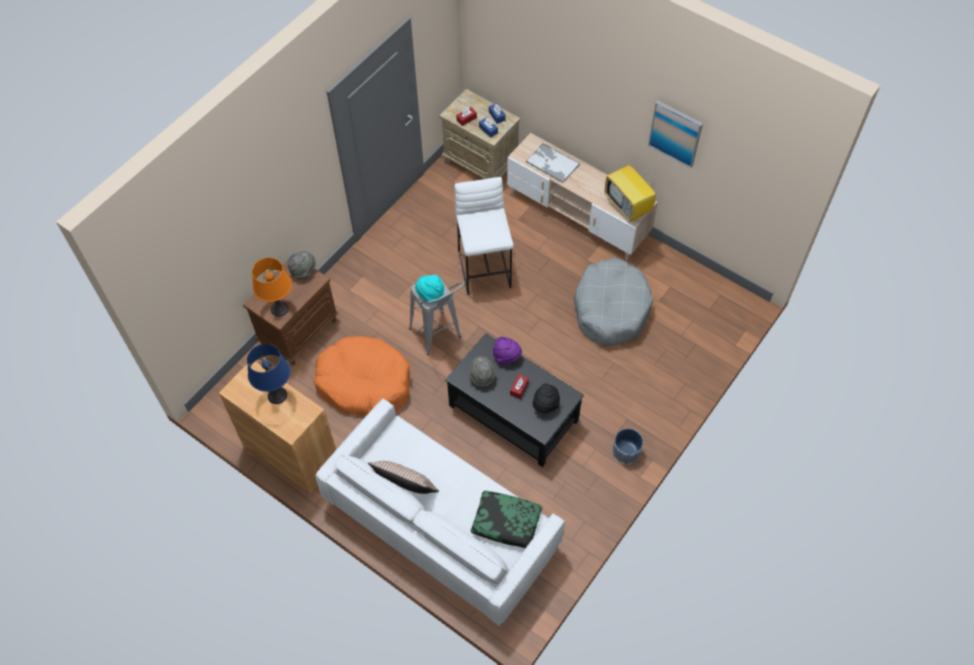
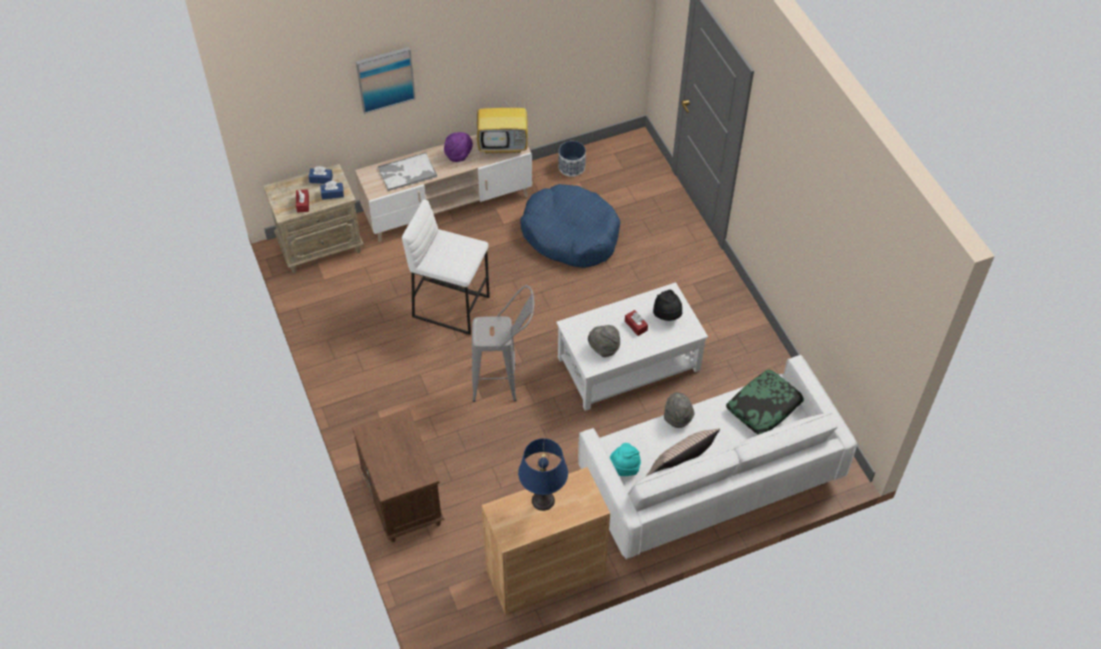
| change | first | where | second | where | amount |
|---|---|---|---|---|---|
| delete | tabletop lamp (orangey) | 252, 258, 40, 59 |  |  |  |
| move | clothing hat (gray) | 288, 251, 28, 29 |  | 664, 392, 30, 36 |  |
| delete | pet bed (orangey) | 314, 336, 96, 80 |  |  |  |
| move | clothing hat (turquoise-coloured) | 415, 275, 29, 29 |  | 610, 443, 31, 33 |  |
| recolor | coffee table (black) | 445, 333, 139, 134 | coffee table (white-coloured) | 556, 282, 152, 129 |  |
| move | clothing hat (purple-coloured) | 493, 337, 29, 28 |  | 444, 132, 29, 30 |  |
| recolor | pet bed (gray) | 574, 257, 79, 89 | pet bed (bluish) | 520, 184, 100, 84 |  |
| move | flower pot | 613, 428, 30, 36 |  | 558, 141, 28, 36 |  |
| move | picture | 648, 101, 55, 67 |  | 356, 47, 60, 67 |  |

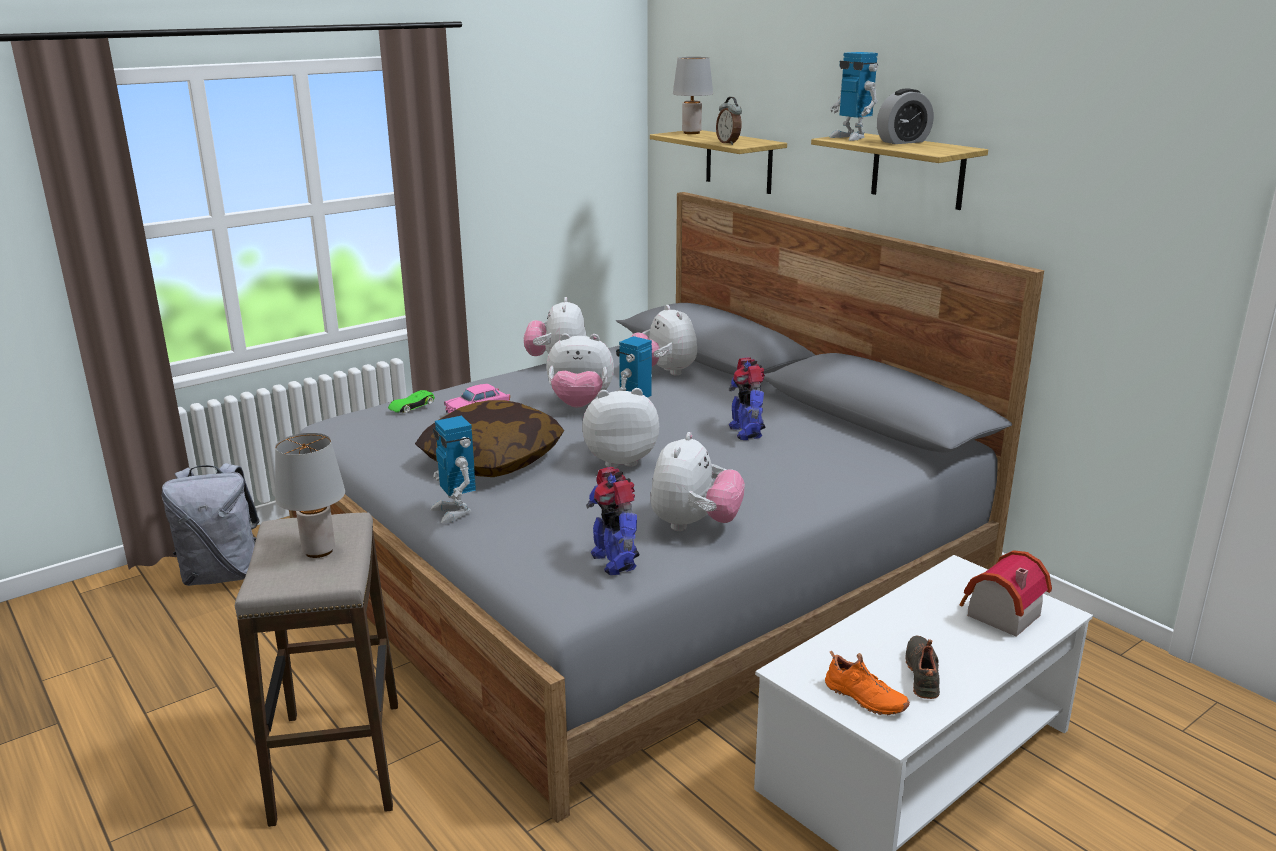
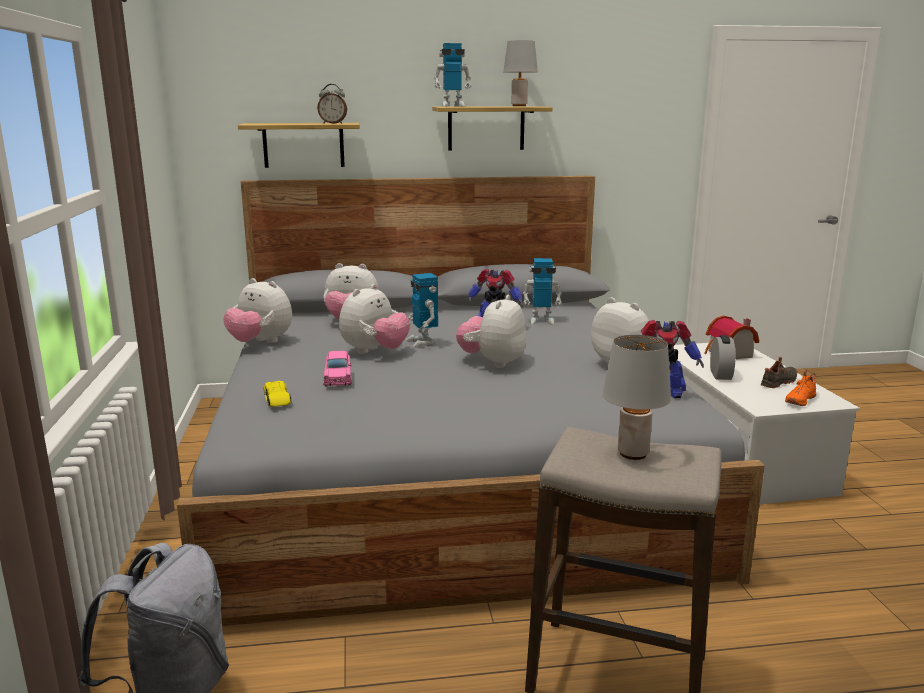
| change | first | where | second | where | amount |
|---|---|---|---|---|---|
| recolor | toy car (green) | 388, 390, 47, 23 | toy car (yellow-coloured) | 263, 381, 28, 26 |  |
| delete | pillow | 415, 400, 149, 77 |  |  |  |
| move | model robot | 430, 416, 46, 108 |  | 523, 258, 39, 67 |  |
| move | tabletop lamp (gray) | 673, 57, 40, 77 |  | 503, 40, 35, 66 |  |
| rotate | item of footwear (orangey) | 825, 651, 85, 64 |  | 785, 370, 31, 36 | 150 degrees clockwise |
| move | bedside clock | 877, 88, 57, 56 |  | 710, 335, 26, 45 |  |
| rotate | item of footwear (black) | 905, 636, 35, 63 |  | 761, 357, 36, 31 | 105 degrees clockwise |

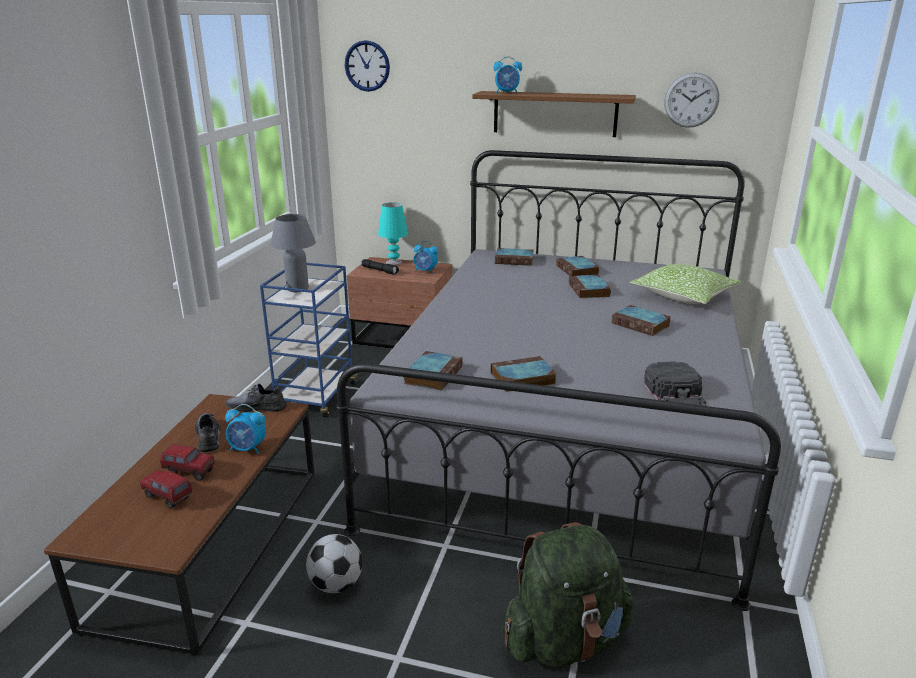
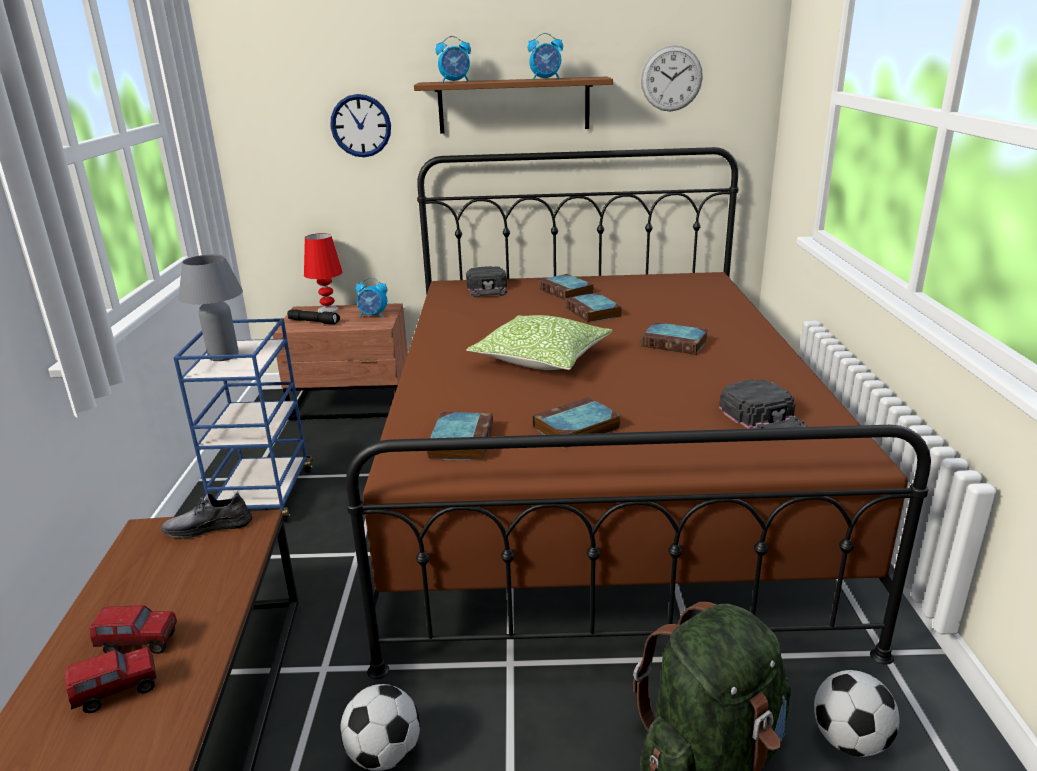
| change | first | where | second | where | amount |
|---|---|---|---|---|---|
| rotate | toy lorry | 140, 470, 52, 39 |  | 65, 647, 91, 66 | 135 degrees clockwise |
| delete | item of footwear (gray) | 195, 413, 26, 39 |  |  |  |
| move | bedside clock | 225, 404, 41, 50 |  | 528, 33, 35, 47 |  |
| recolor | sleeping bed (gray) | 336, 150, 445, 461 | sleeping bed (brownish) | 346, 147, 585, 532 |  |
| move | wall clock | 345, 40, 45, 52 |  | 331, 94, 60, 63 |  |
| recolor | tabletop lamp (turquoise-coloured) | 378, 202, 30, 63 | tabletop lamp (red) | 304, 233, 39, 80 |  |
| replace | volume | 495, 248, 39, 18 | baseball cap (black) | 466, 266, 41, 32 |  |
| move | pillow | 630, 264, 111, 40 |  | 466, 315, 146, 55 |  |
| insert |  |  | football ball | 814, 670, 85, 87 |  |

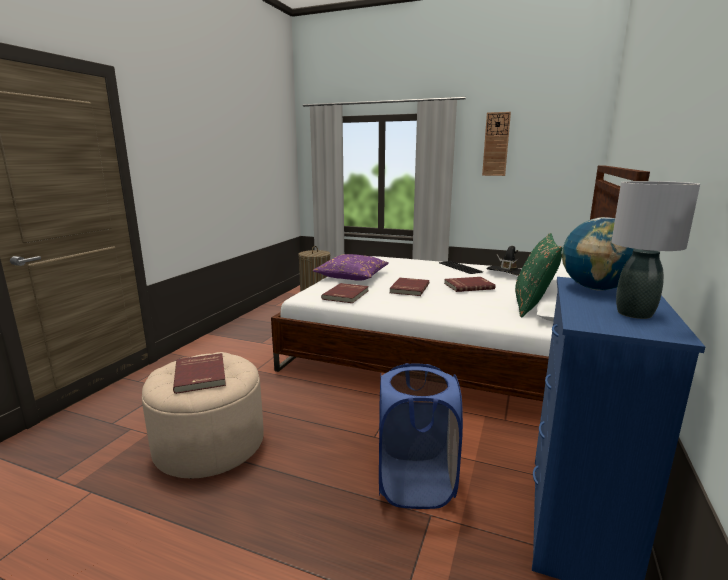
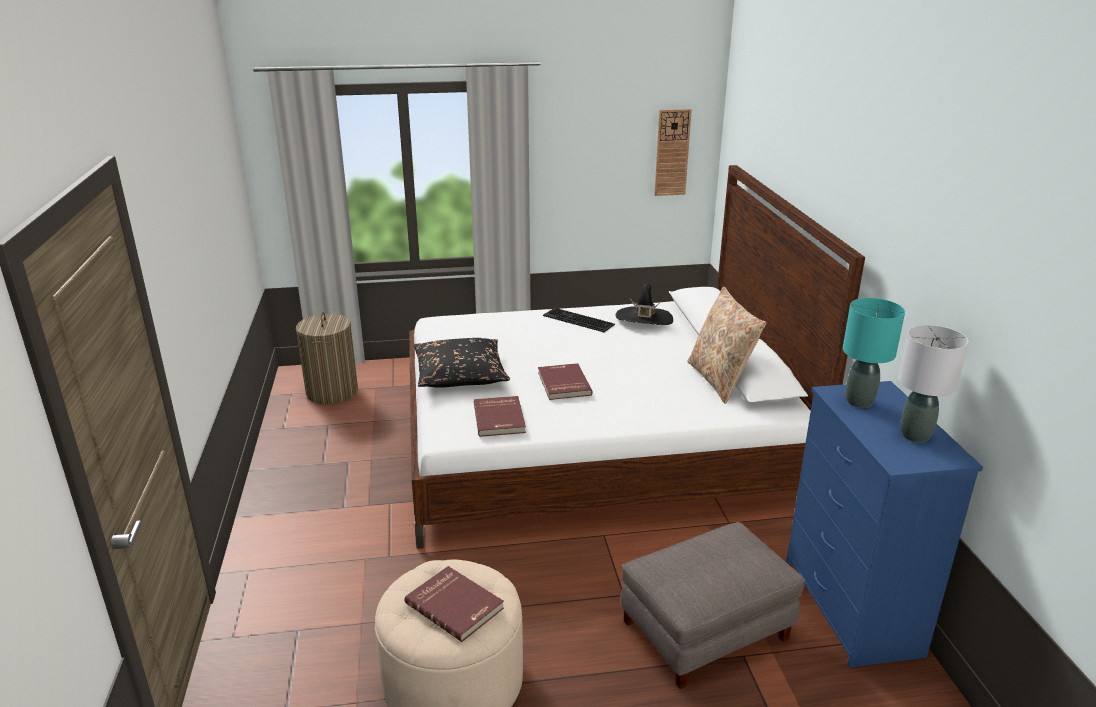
| change | first | where | second | where | amount |
|---|---|---|---|---|---|
| recolor | pillow (purple-coloured) | 313, 254, 76, 27 | pillow (black) | 414, 338, 96, 50 |  |
| replace | washing basket (bluish) | 379, 363, 84, 146 | pouffe (gray) | 621, 522, 184, 167 |  |
| delete | volume (red) | 444, 277, 51, 15 |  |  |  |
| move | wall clock | 482, 112, 29, 64 |  | 654, 109, 38, 87 |  |
| recolor | pillow (green) | 515, 233, 47, 84 | pillow (sand-coloured) | 687, 286, 79, 118 |  |
| replace | world globe | 562, 217, 72, 74 | tabletop lamp (turquoise-coloured) | 843, 298, 62, 110 |  |

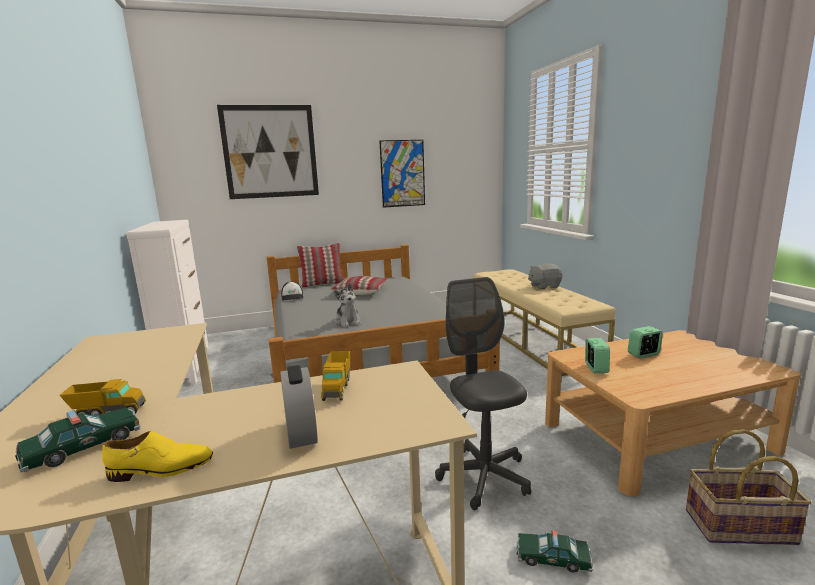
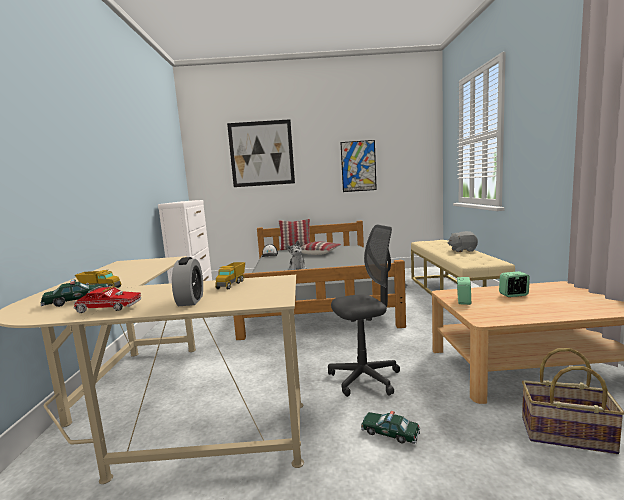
| change | first | where | second | where | amount |
|---|---|---|---|---|---|
| replace | item of footwear (yellow-coloured) | 102, 431, 111, 51 | toy lorry | 74, 286, 67, 27 |  |
| rotate | computer chair (gray) | 435, 277, 96, 233 |  | 328, 224, 72, 173 | 75 degrees clockwise |

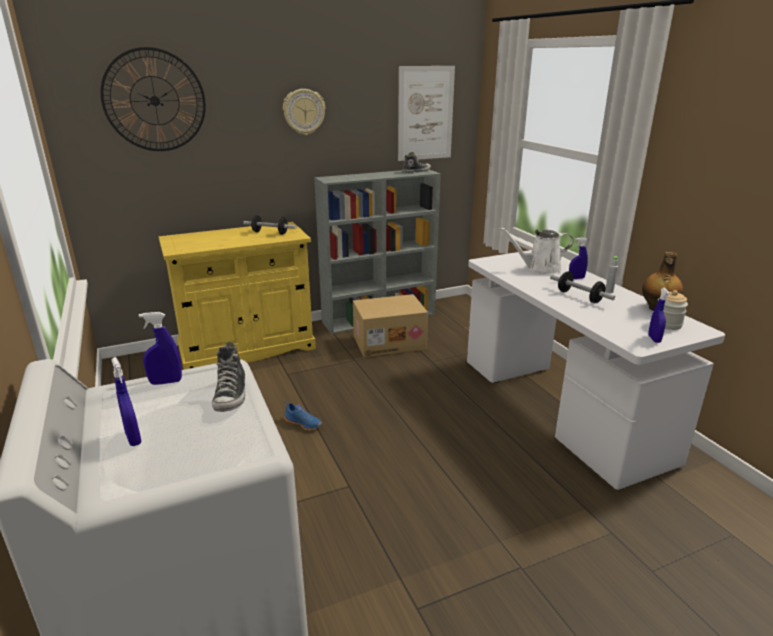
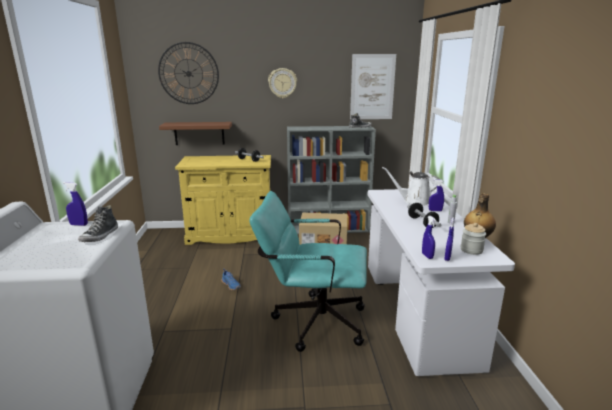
| change | first | where | second | where | amount |
|---|---|---|---|---|---|
| move | hand sprayer (bluish) | 112, 357, 30, 89 |  | 422, 216, 14, 43 |  |
| insert |  |  | shelf (brownish) | 159, 122, 73, 23 |  |
| insert |  |  | computer chair (turquoise-coloured) | 249, 191, 118, 161 |  |

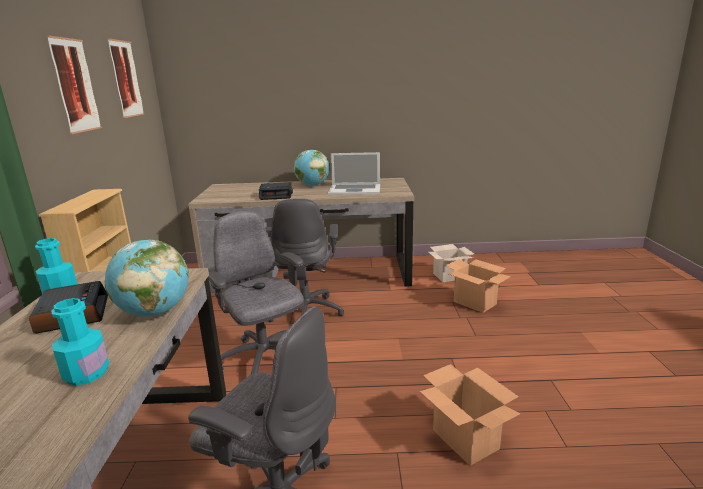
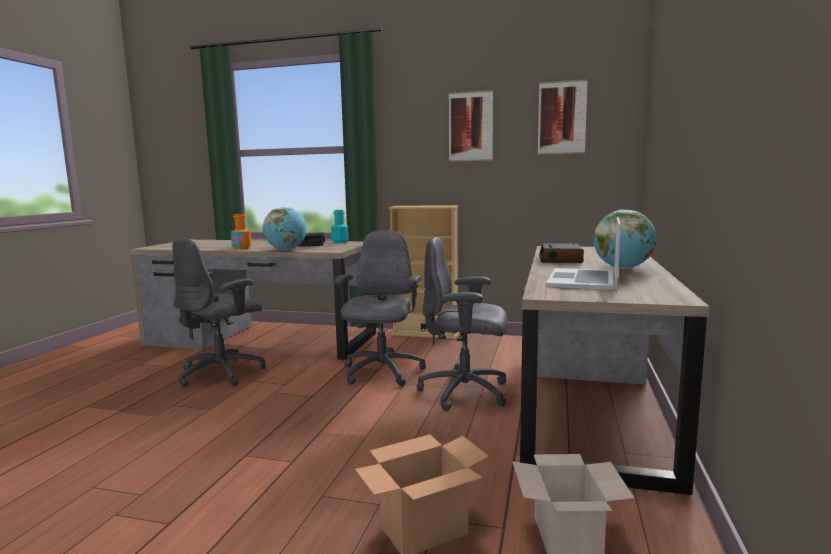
| change | first | where | second | where | amount |
|---|---|---|---|---|---|
| recolor | drink bottle (turquoise-coloured) | 51, 298, 58, 88 | drink bottle (orangey) | 231, 214, 21, 35 |  |
| rotate | computer chair (gray) | 208, 211, 96, 164 |  | 334, 230, 92, 156 | 60 degrees counterclockwise |
| delete | packing box | 420, 364, 100, 102 |  |  |  |

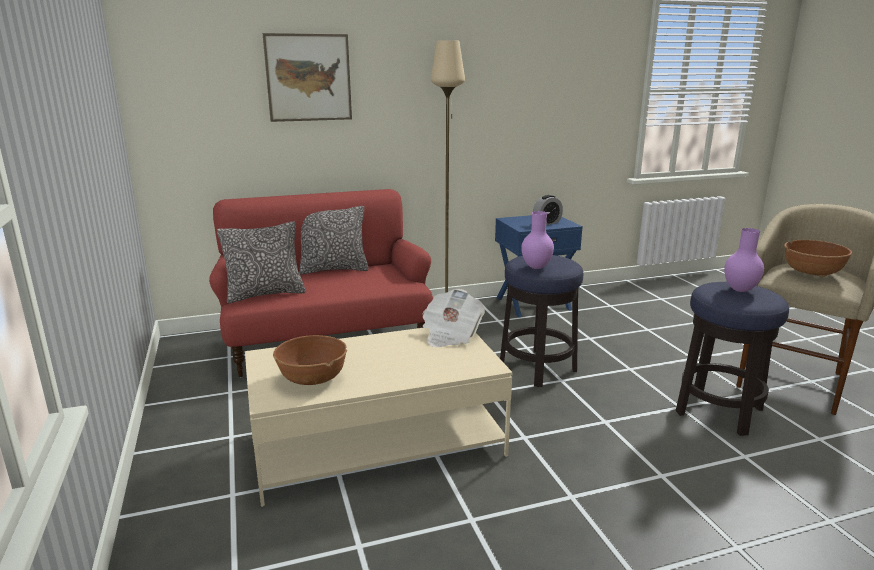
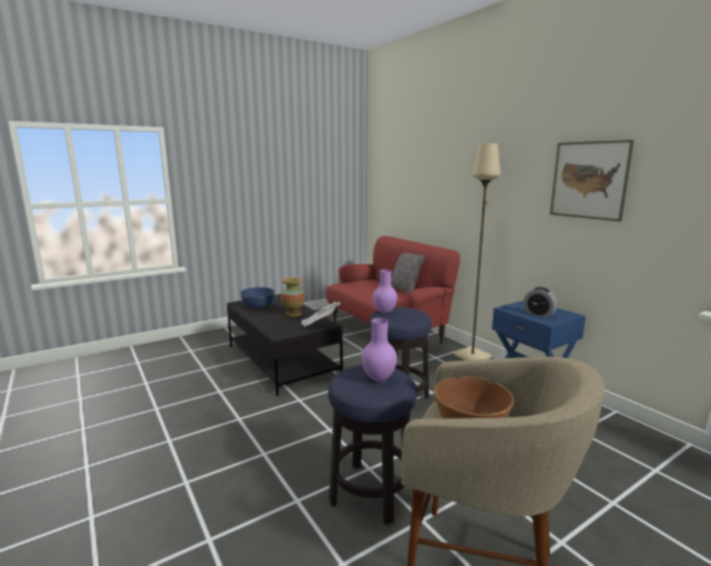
| change | first | where | second | where | amount |
|---|---|---|---|---|---|
| delete | pillow | 217, 221, 88, 82 |  |  |  |
| recolor | coffee table (sand-coloured) | 245, 328, 268, 179 | coffee table (black) | 227, 294, 116, 102 |  |
| move | picture | 263, 33, 89, 89 |  | 550, 140, 84, 82 |  |
| recolor | bowl (brownish) | 273, 335, 74, 50 | bowl (bluish) | 240, 287, 35, 22 |  |
| insert |  |  | flower vase | 281, 277, 24, 40 |  |

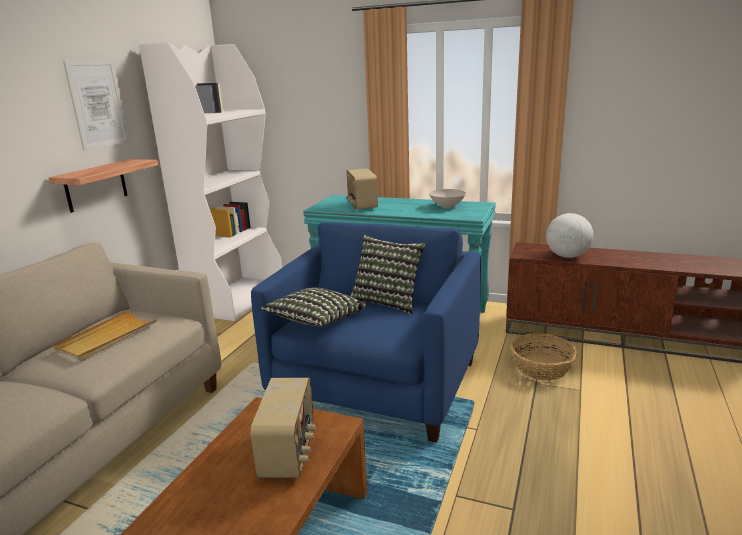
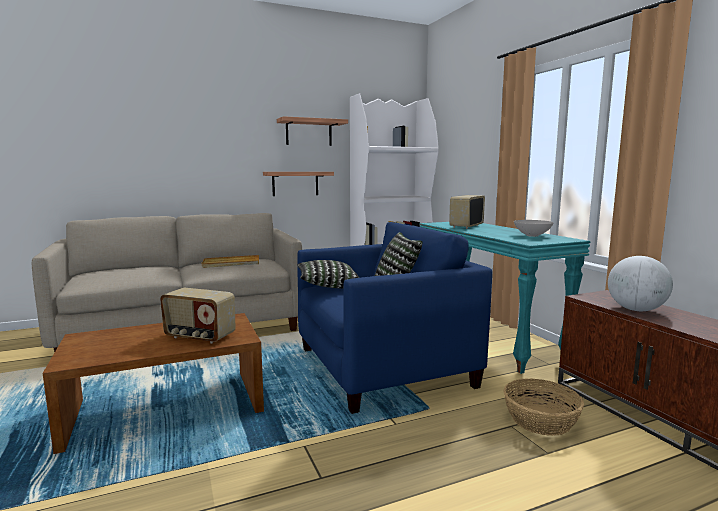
| change | first | where | second | where | amount |
|---|---|---|---|---|---|
| replace | picture | 63, 60, 66, 90 | shelf | 277, 116, 71, 30 |  |
| rotate | radio set | 250, 378, 66, 100 |  | 160, 288, 76, 55 | 60 degrees clockwise |

